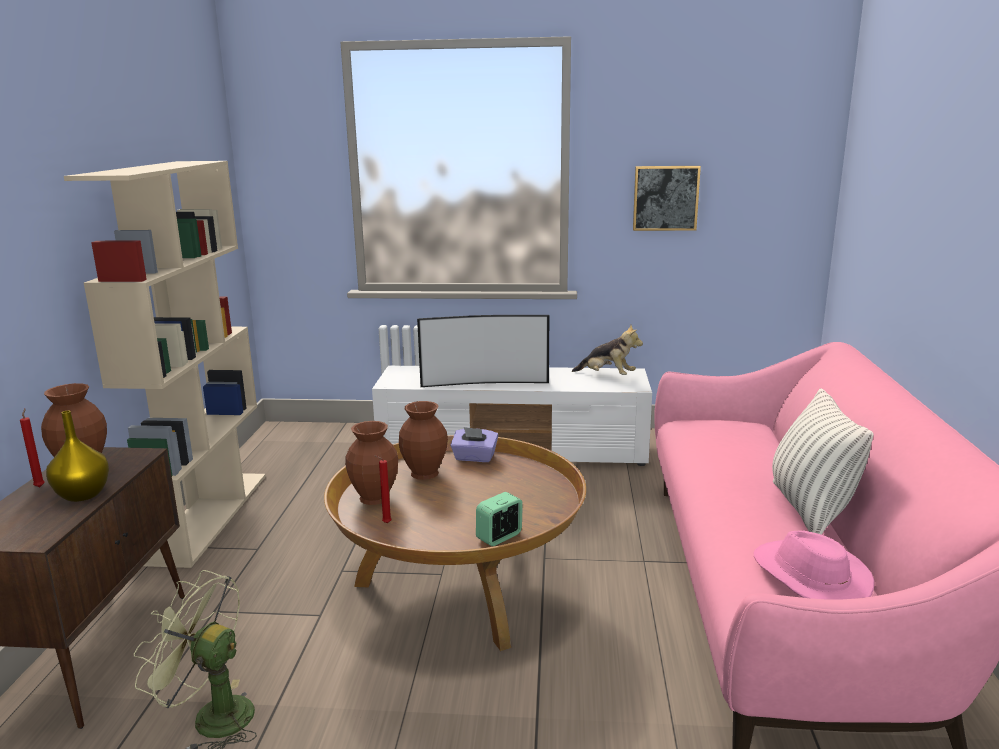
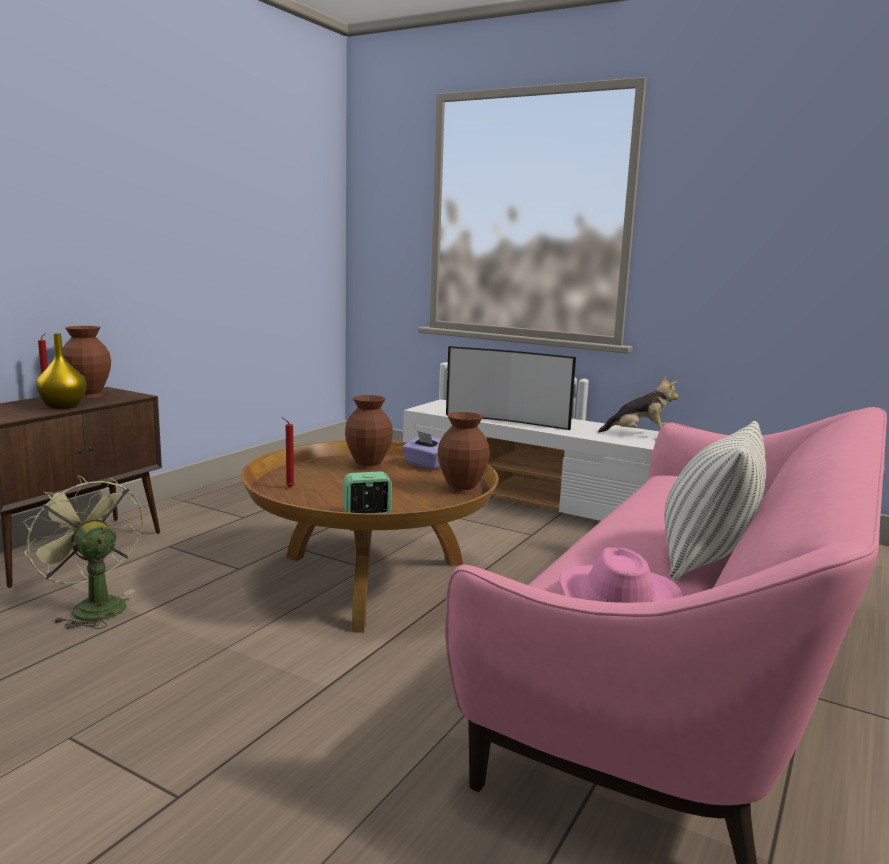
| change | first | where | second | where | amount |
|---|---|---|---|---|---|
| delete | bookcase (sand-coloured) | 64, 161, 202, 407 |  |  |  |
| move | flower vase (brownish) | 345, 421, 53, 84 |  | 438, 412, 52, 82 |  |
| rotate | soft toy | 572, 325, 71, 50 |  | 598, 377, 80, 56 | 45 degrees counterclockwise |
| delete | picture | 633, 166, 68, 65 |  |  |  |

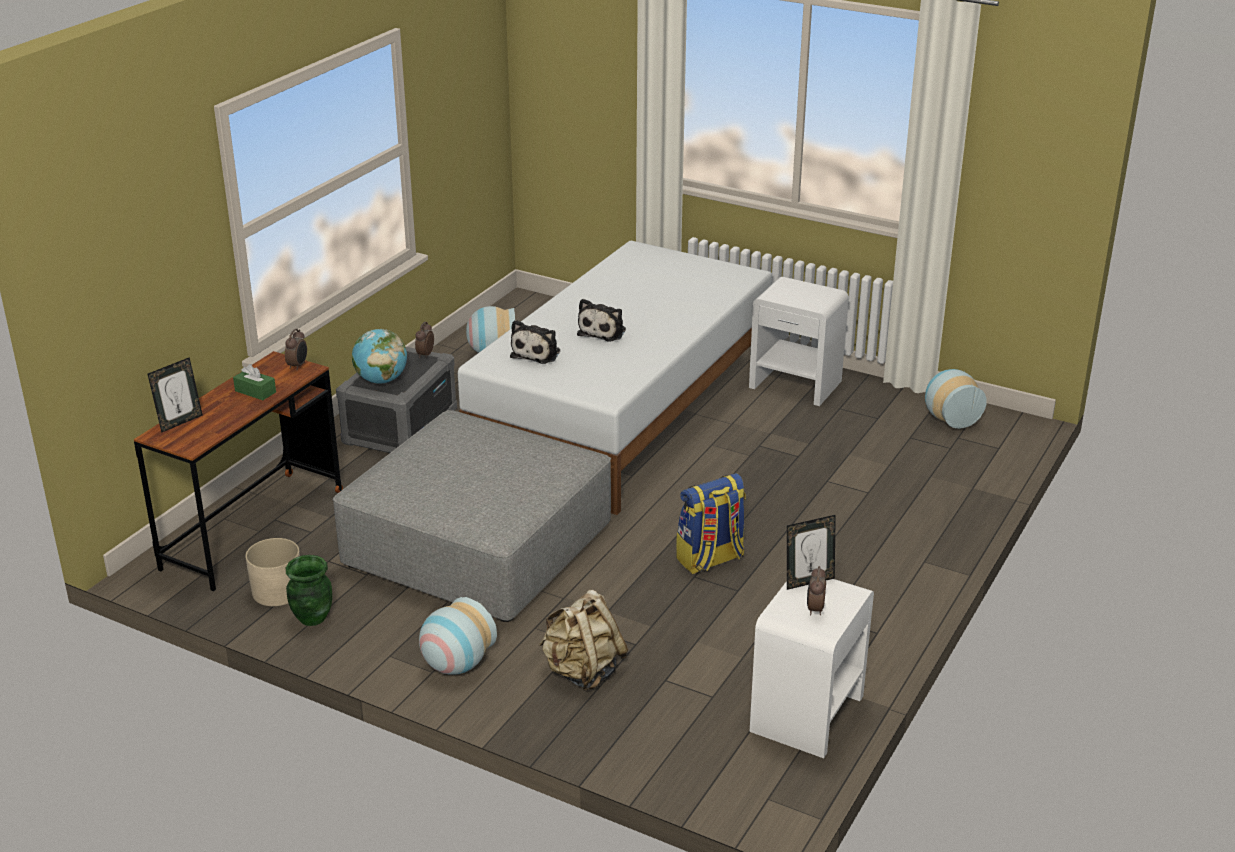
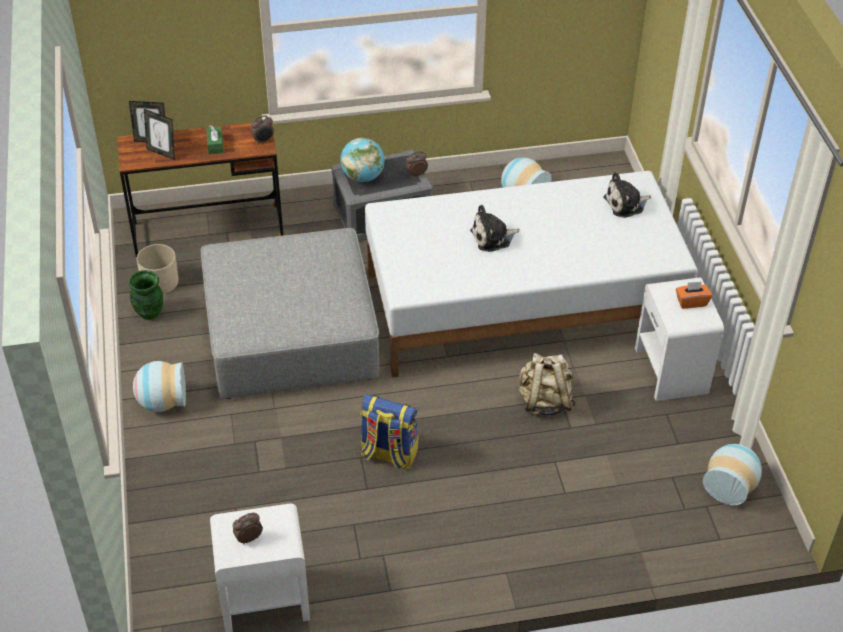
| change | first | where | second | where | amount |
|---|---|---|---|---|---|
| move | soft toy | 510, 320, 50, 44 |  | 603, 172, 48, 46 |  |
| move | backpack (sand-coloured) | 539, 590, 89, 101 |  | 519, 353, 56, 62 |  |
| move | picture frame | 787, 515, 49, 75 |  | 144, 109, 31, 51 |  |
| insert |  |  | box of tissues (orangey) | 676, 282, 36, 27 |  |

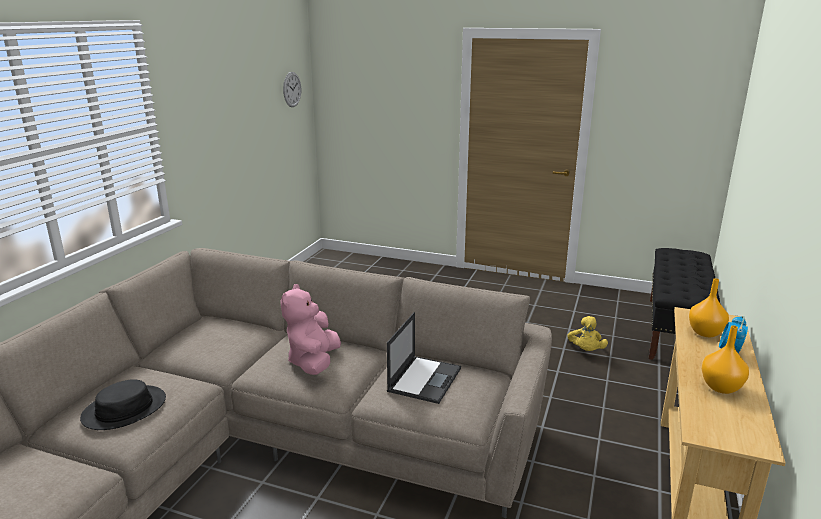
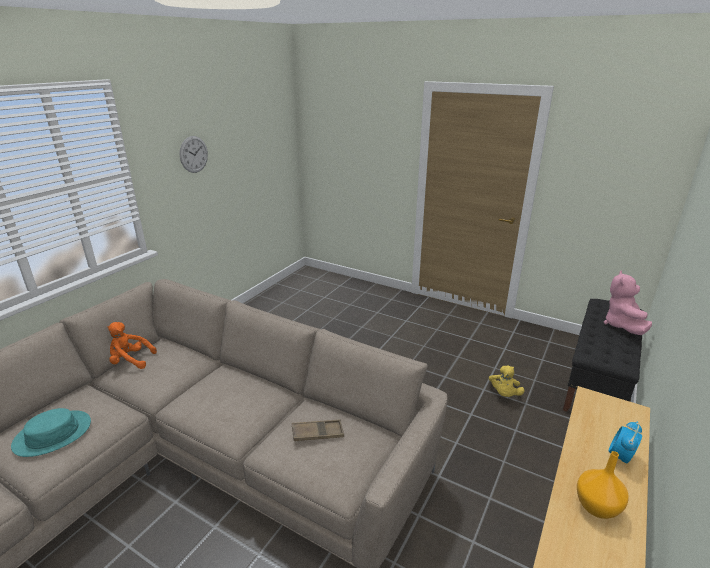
| change | first | where | second | where | amount |
|---|---|---|---|---|---|
| recolor | clothing hat (black) | 80, 379, 86, 51 | clothing hat (turquoise-coloured) | 11, 408, 80, 49 |  |
| move | soft toy (pink) | 280, 284, 61, 91 |  | 604, 271, 48, 64 |  |
| move | wall clock | 283, 72, 18, 35 |  | 180, 136, 28, 37 |  |
| replace | portable computer | 387, 312, 74, 92 | serving tray (brownish) | 292, 420, 52, 21 |  |
| delete | flower vase (orangey) | 689, 278, 40, 59 |  |  |  |
| insert |  |  | soft toy (orangey) | 108, 322, 49, 47 |  |

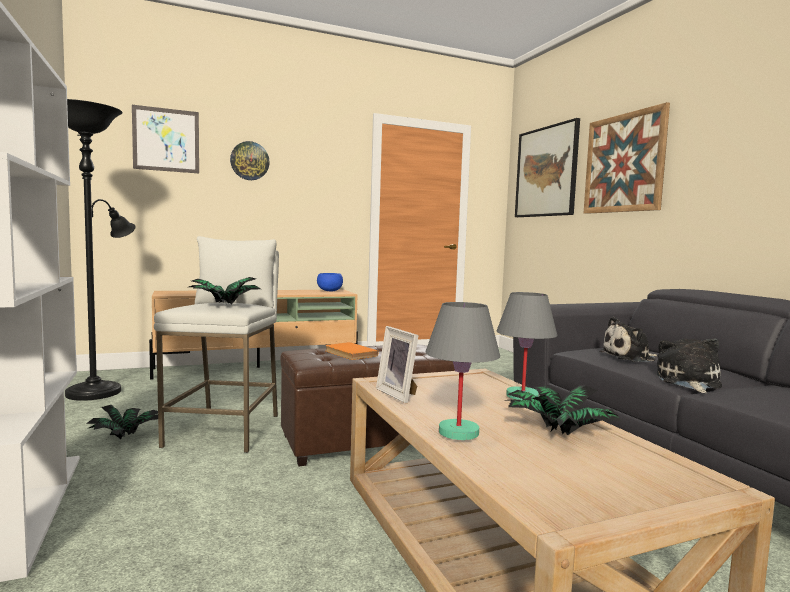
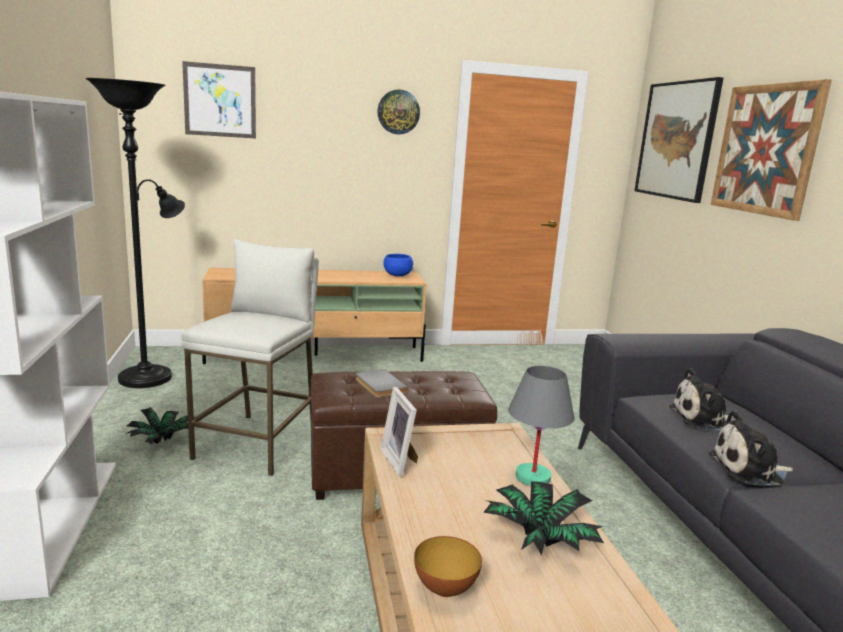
| change | first | where | second | where | amount |
|---|---|---|---|---|---|
| delete | houseplant | 189, 277, 72, 27 |  |  |  |
| move | wall clock | 230, 141, 40, 39 |  | 378, 90, 42, 44 |  |
| recolor | volume (orangey) | 325, 342, 53, 18 | volume (gray) | 355, 369, 53, 29 |  |
| delete | tabletop lamp (gray) | 425, 302, 75, 138 |  |  |  |
| rotate | soft toy | 656, 338, 66, 55 |  | 709, 411, 84, 74 | 120 degrees counterclockwise |
| insert |  |  | bowl | 414, 536, 68, 61 |  |

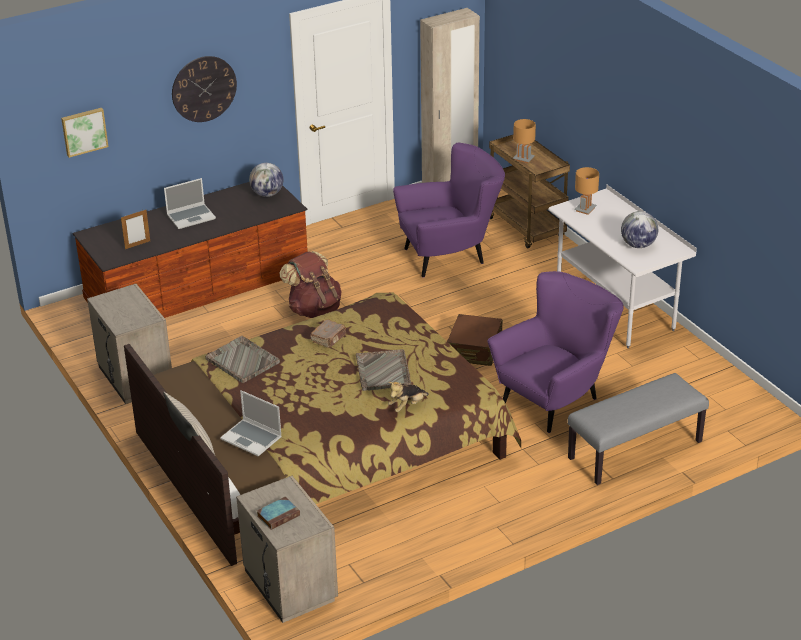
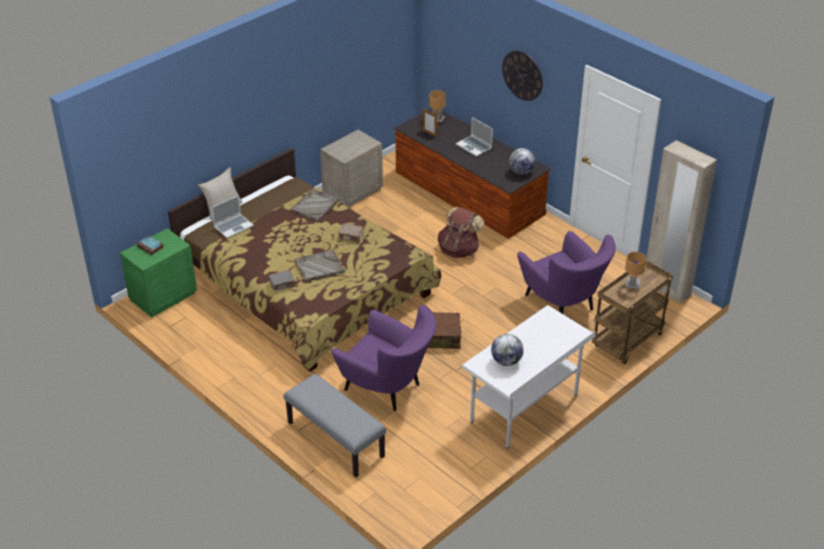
| change | first | where | second | where | amount |
|---|---|---|---|---|---|
| delete | picture | 61, 108, 48, 50 |  |  |  |
| rotate | portable computer | 220, 390, 62, 66 |  | 212, 195, 42, 43 | 150 degrees counterclockwise |
| recolor | nightstand (sand-coloured) | 236, 476, 102, 147 | nightstand (green) | 120, 228, 77, 90 |  |
| replace | soft toy | 388, 382, 41, 30 | volume (gray) | 269, 270, 27, 20 |  |
| move | tabletop lamp (brownish) | 574, 167, 25, 48 |  | 429, 90, 17, 33 |  |

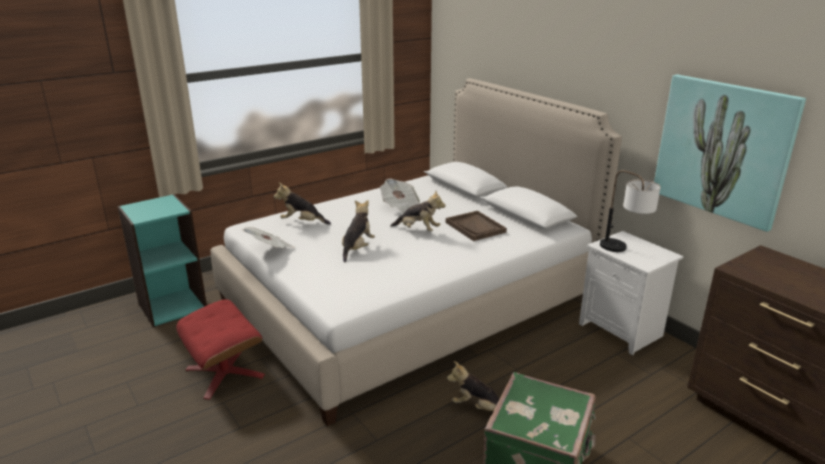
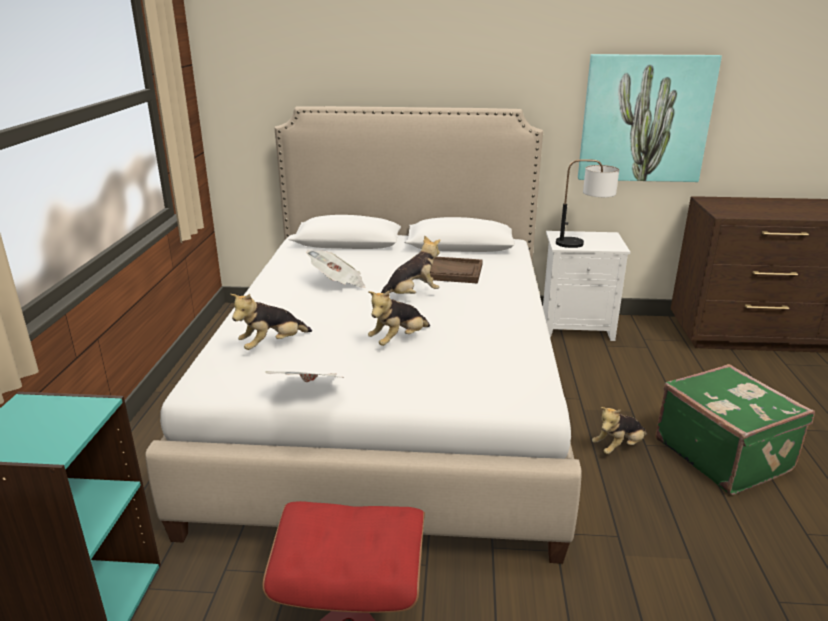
| change | first | where | second | where | amount |
|---|---|---|---|---|---|
| rotate | soft toy | 342, 200, 33, 62 |  | 368, 291, 62, 55 | 105 degrees counterclockwise |

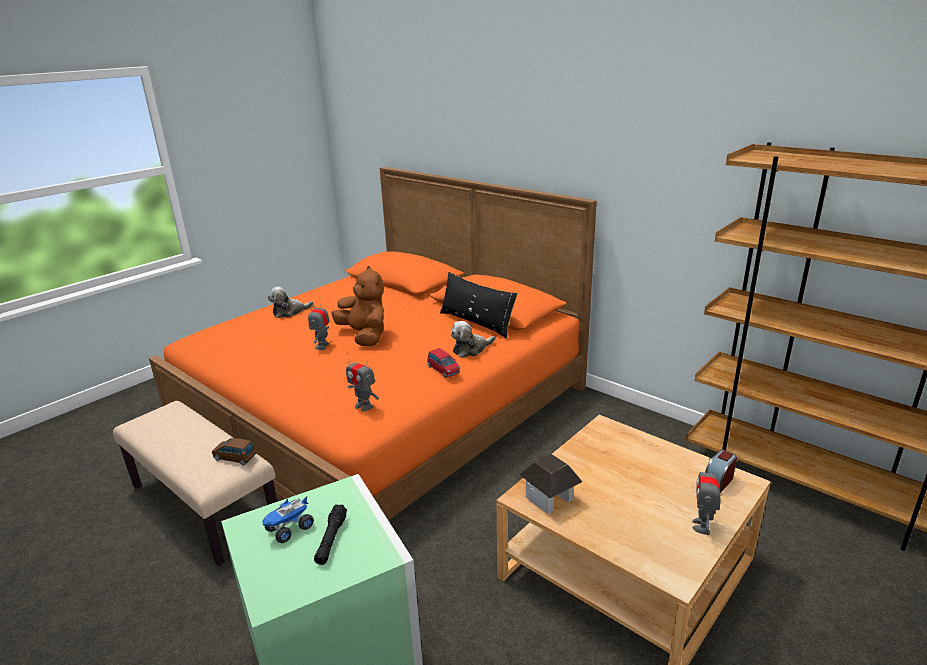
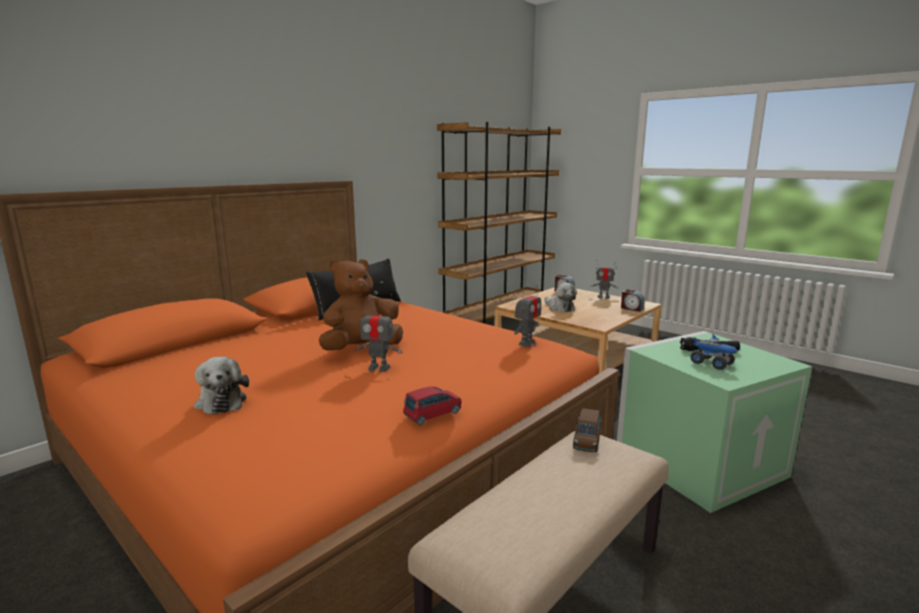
| change | first | where | second | where | amount |
|---|---|---|---|---|---|
| move | toy car (red) | 427, 348, 33, 30 |  | 403, 386, 59, 39 |  |
| move | soft toy | 451, 321, 44, 37 |  | 545, 283, 32, 29 |  |
| delete | model house | 520, 454, 63, 60 |  |  |  |
| insert |  |  | bedside clock | 621, 289, 24, 23 |  |

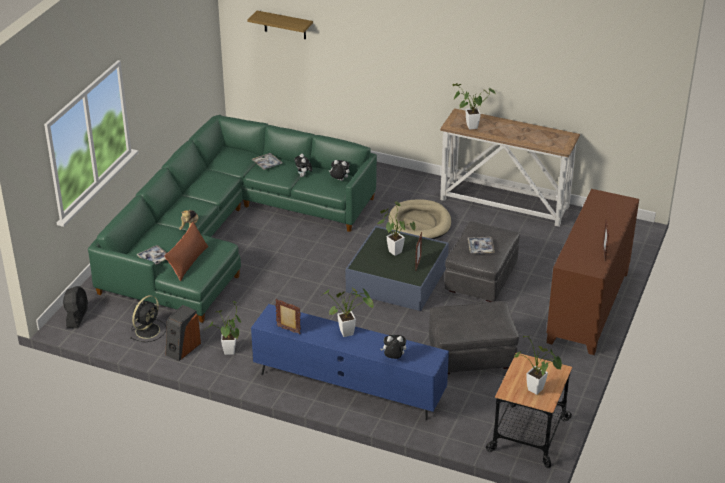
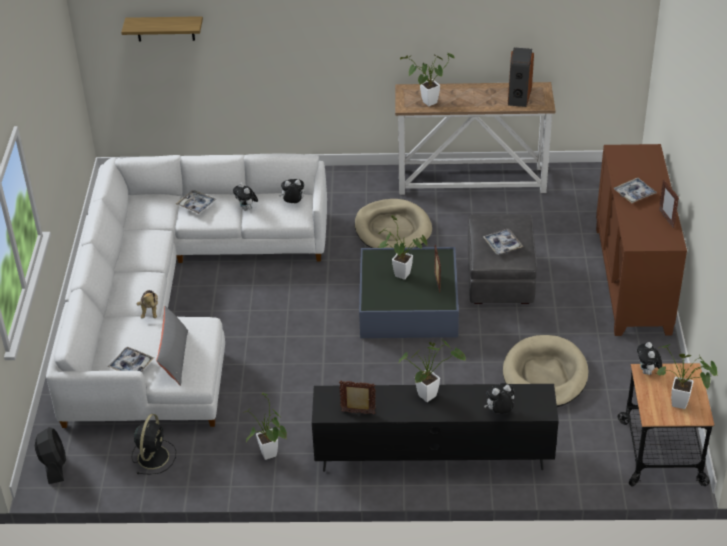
| change | first | where | second | where | amount |
|---|---|---|---|---|---|
| recolor | settee (green) | 88, 115, 289, 208 | settee (white-coloured) | 46, 154, 281, 274 |  |
| recolor | pillow (brownish) | 164, 222, 45, 59 | pillow (gray) | 156, 306, 32, 80 |  |
| move | audio speaker | 166, 305, 35, 56 |  | 508, 47, 26, 60 |  |
| recolor | media console (bluish) | 251, 304, 198, 116 | media console (black) | 312, 384, 247, 88 |  |
| replace | pouffe (gray) | 429, 301, 90, 73 | pet bed (sand-coloured) | 503, 335, 85, 72 |  |
| insert |  |  | serving tray | 613, 178, 44, 25 |  |
| insert |  |  | soft toy | 637, 342, 25, 33 |  |

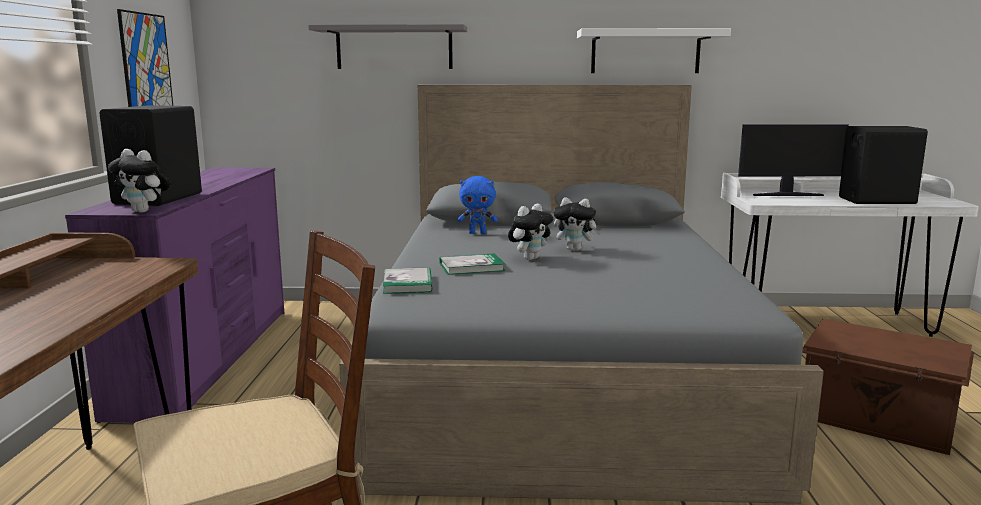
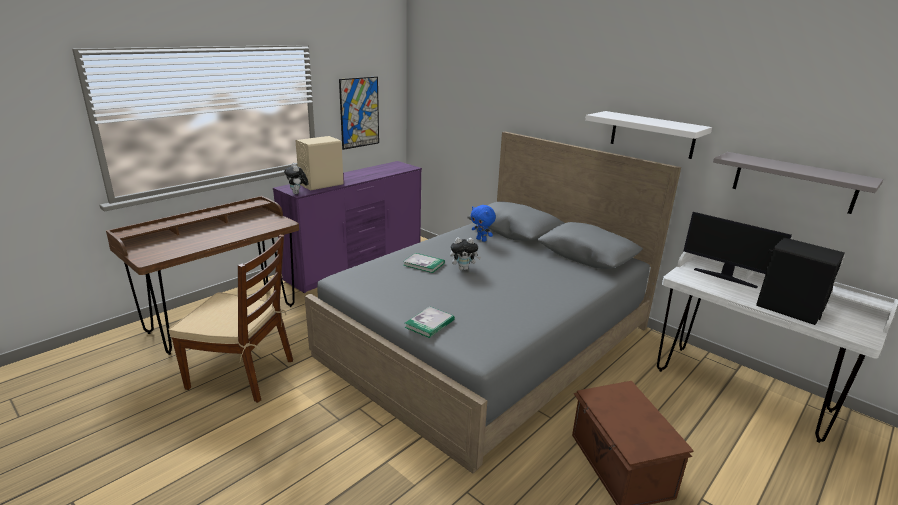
| change | first | where | second | where | amount |
|---|---|---|---|---|---|
| recolor | audio speaker (black) | 99, 105, 103, 101 | audio speaker (sand-coloured) | 296, 136, 48, 54 |  |
| move | shelf (gray) | 308, 24, 159, 45 |  | 713, 152, 170, 62 |  |
| move | volume | 383, 267, 49, 27 |  | 404, 307, 51, 31 |  |
| delete | soft toy | 553, 197, 48, 54 |  |  |  |

